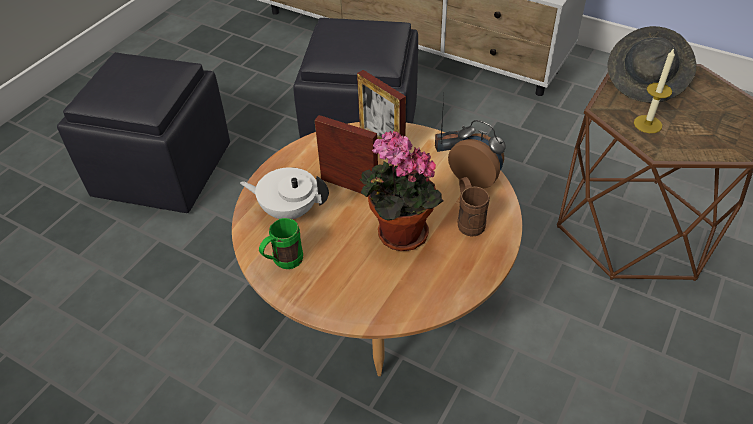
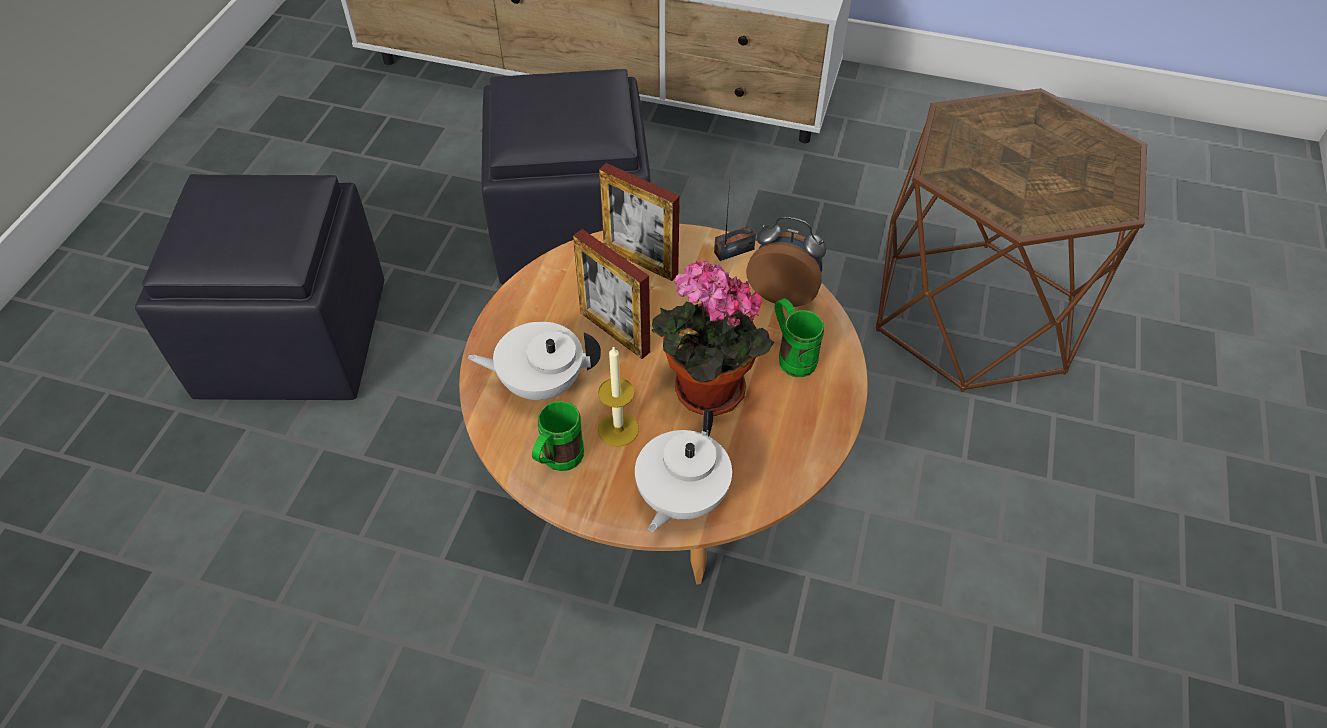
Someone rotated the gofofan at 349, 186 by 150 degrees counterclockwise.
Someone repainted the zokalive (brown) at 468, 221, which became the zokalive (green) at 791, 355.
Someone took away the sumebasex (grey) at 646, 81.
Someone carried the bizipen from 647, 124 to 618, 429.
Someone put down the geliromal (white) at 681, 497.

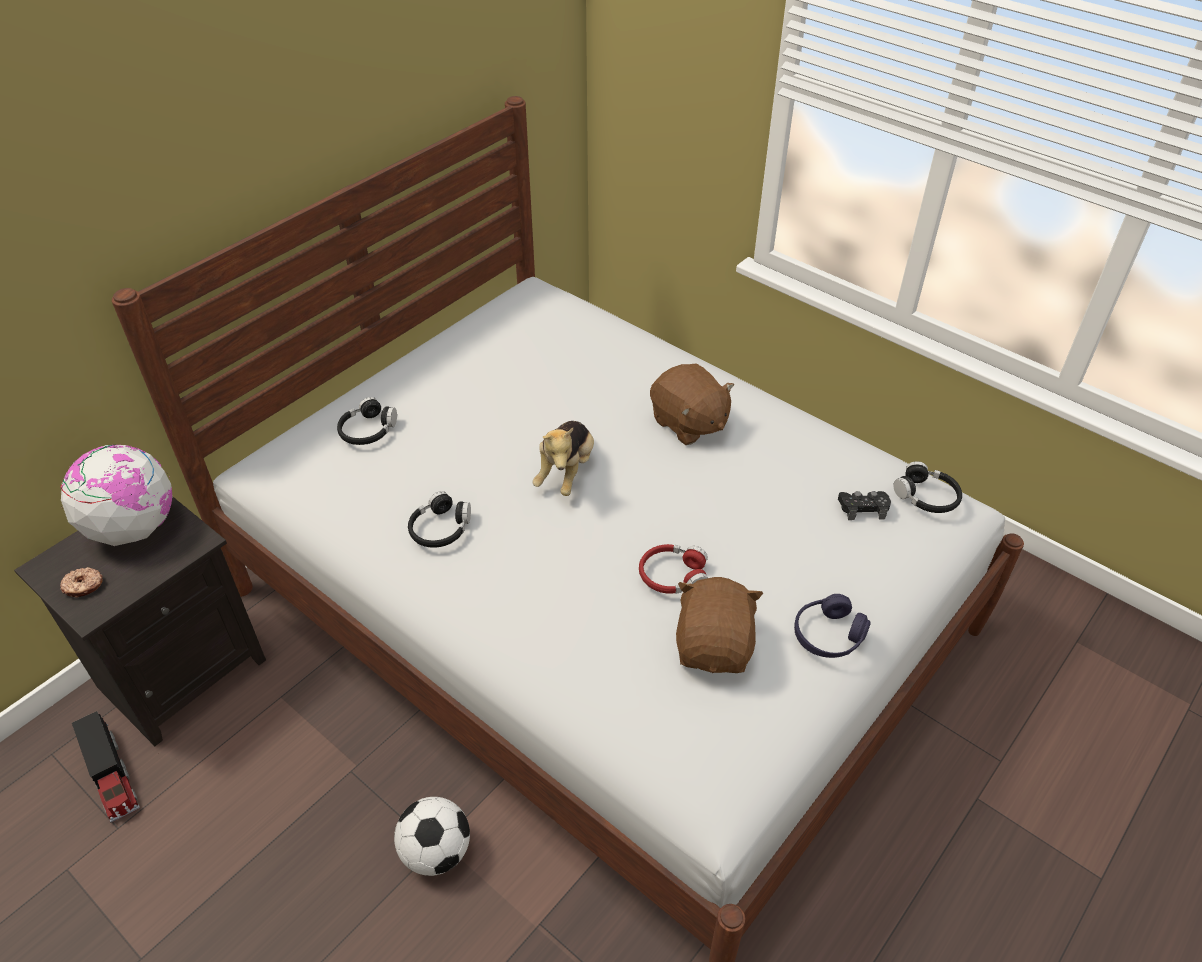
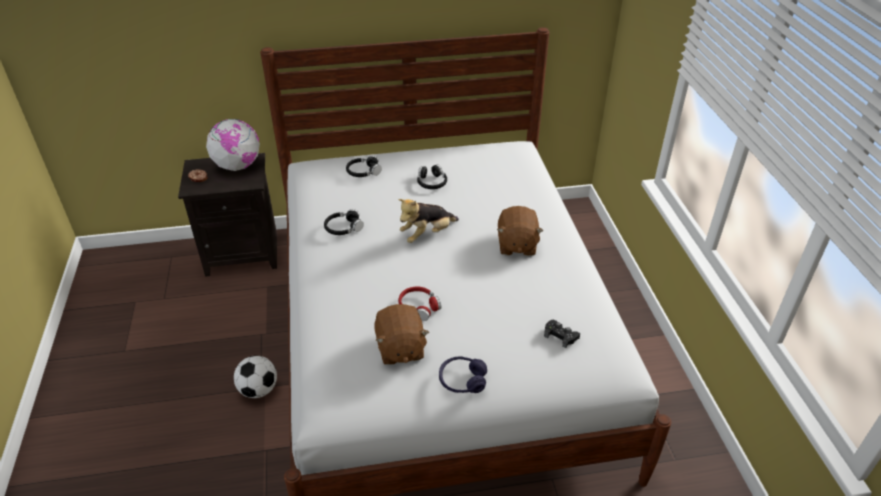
Someone took away the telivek at 112, 776.
Someone rotated the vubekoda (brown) at 714, 646 by 120 degrees clockwise.
Someone carried the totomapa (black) from 926, 496 to 431, 182.

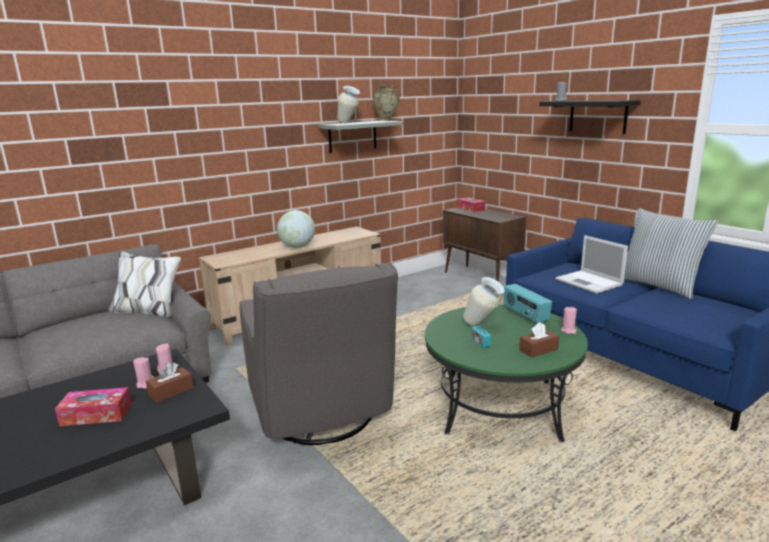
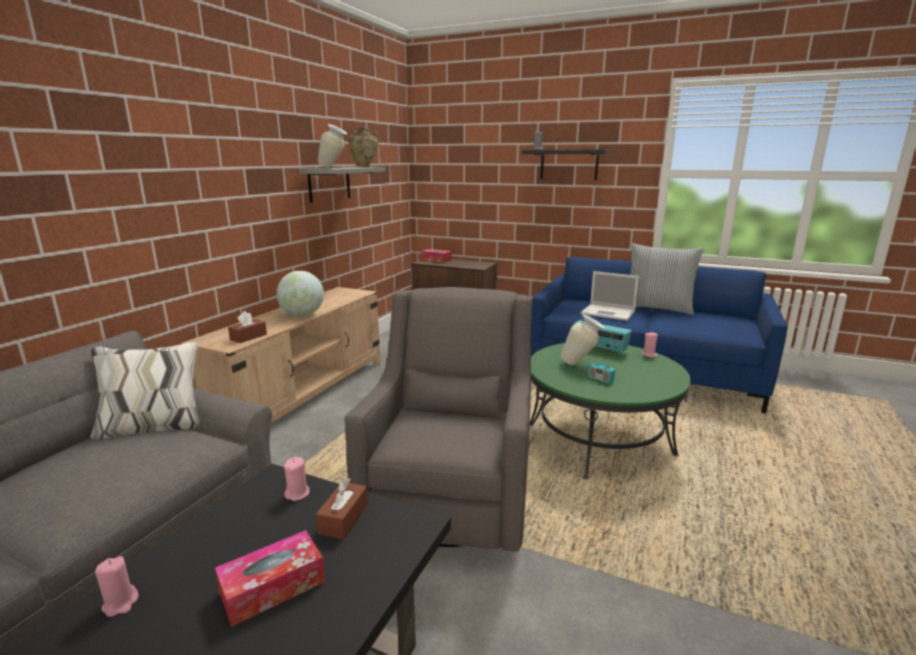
Someone carried the bizipen (pink) from 145, 384 to 120, 603.
Someone rotated the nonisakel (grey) at 322, 416 by 120 degrees counterclockwise.
Someone carried the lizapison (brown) from 538, 350 to 248, 337.

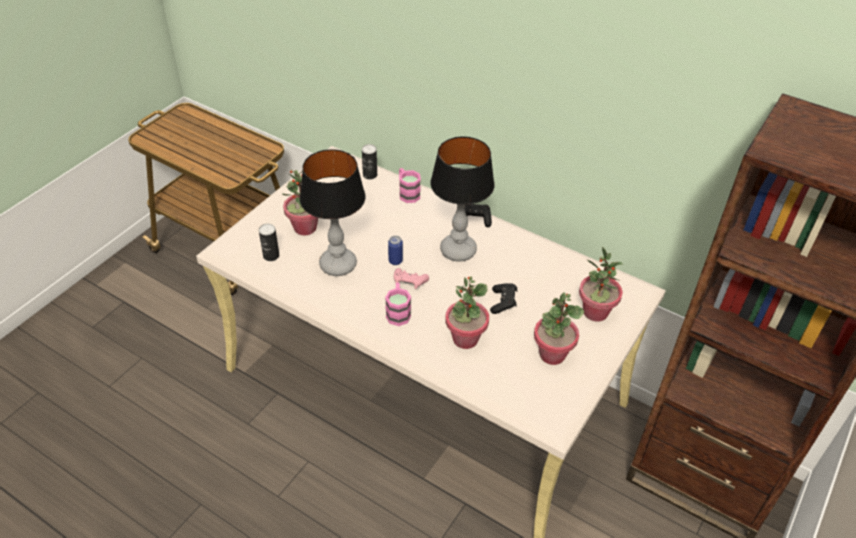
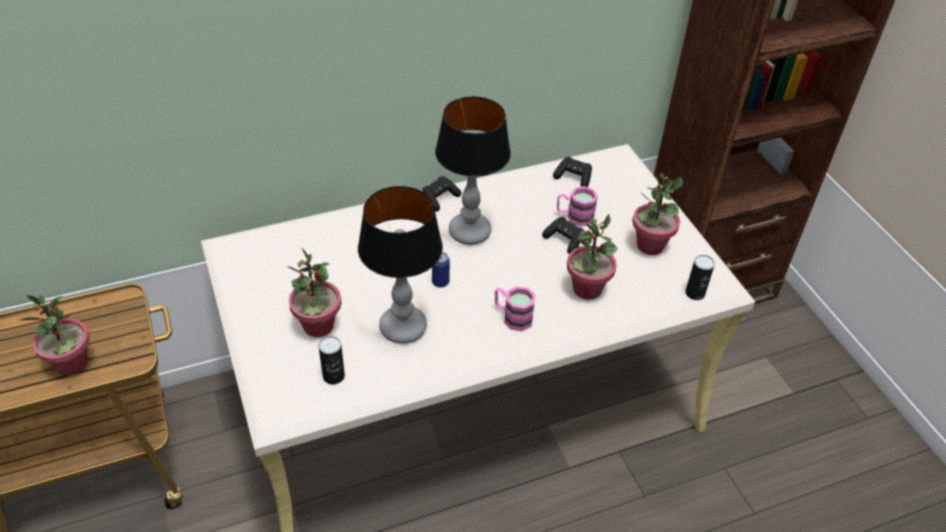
Someone carried the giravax from 370, 175 to 695, 293.
Someone took away the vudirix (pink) at 409, 283.
Someone carried the zokalive (pink) from 407, 193 to 574, 217.
Someone carried the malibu from 595, 312 to 72, 364.
Someone put down the vudirix (black) at 573, 178.

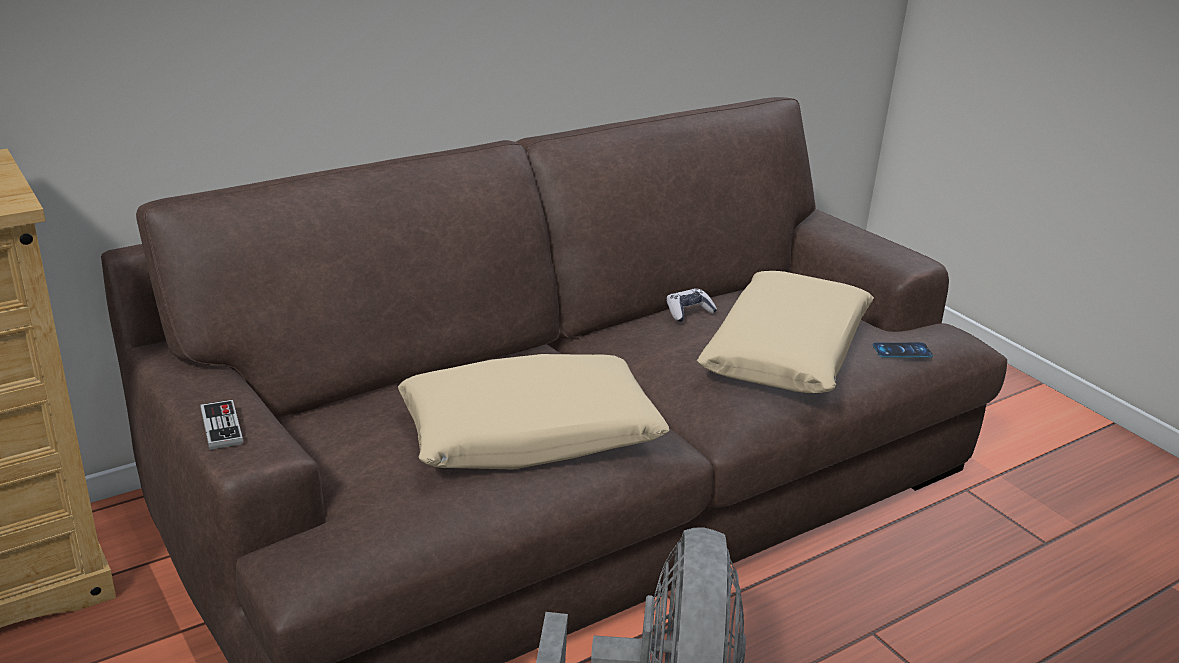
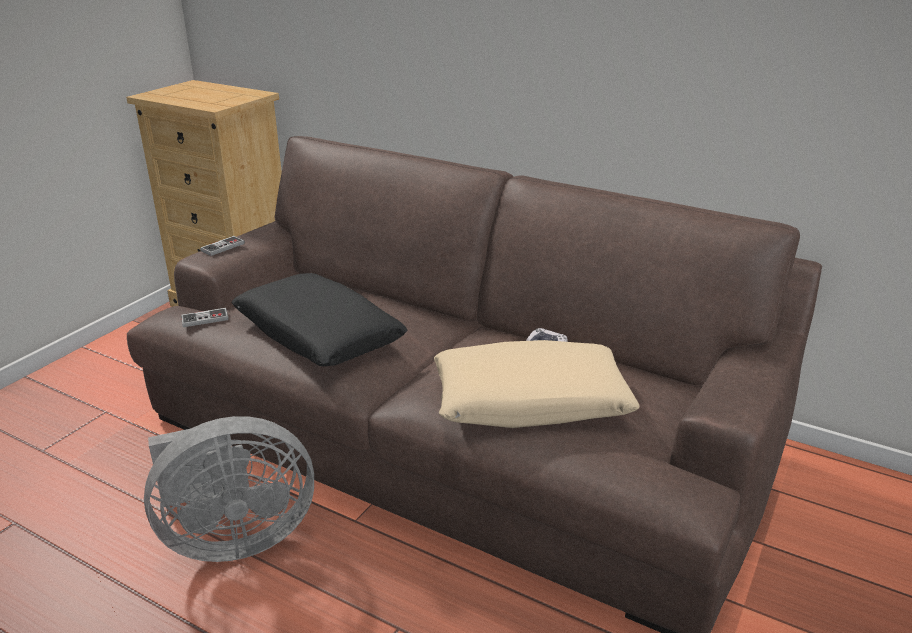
Someone repainted the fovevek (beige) at 529, 434, which became the fovevek (black) at 318, 334.
Someone took away the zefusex at 902, 350.
Someone put down the vudirix at 205, 319.

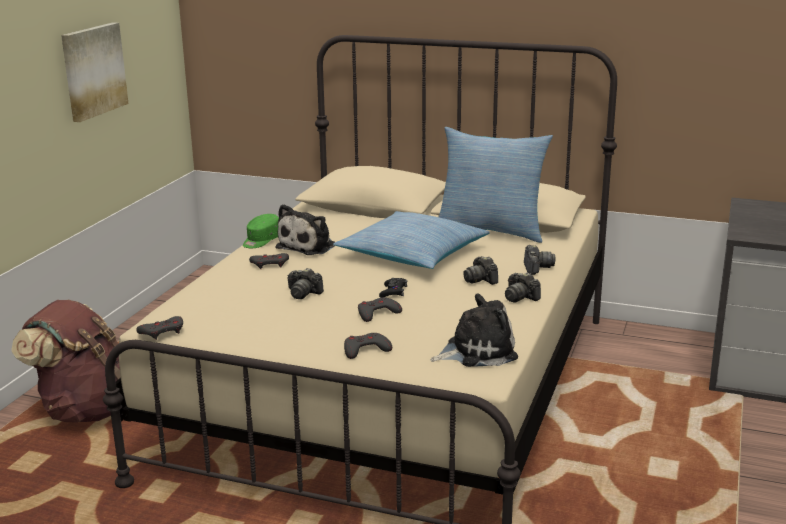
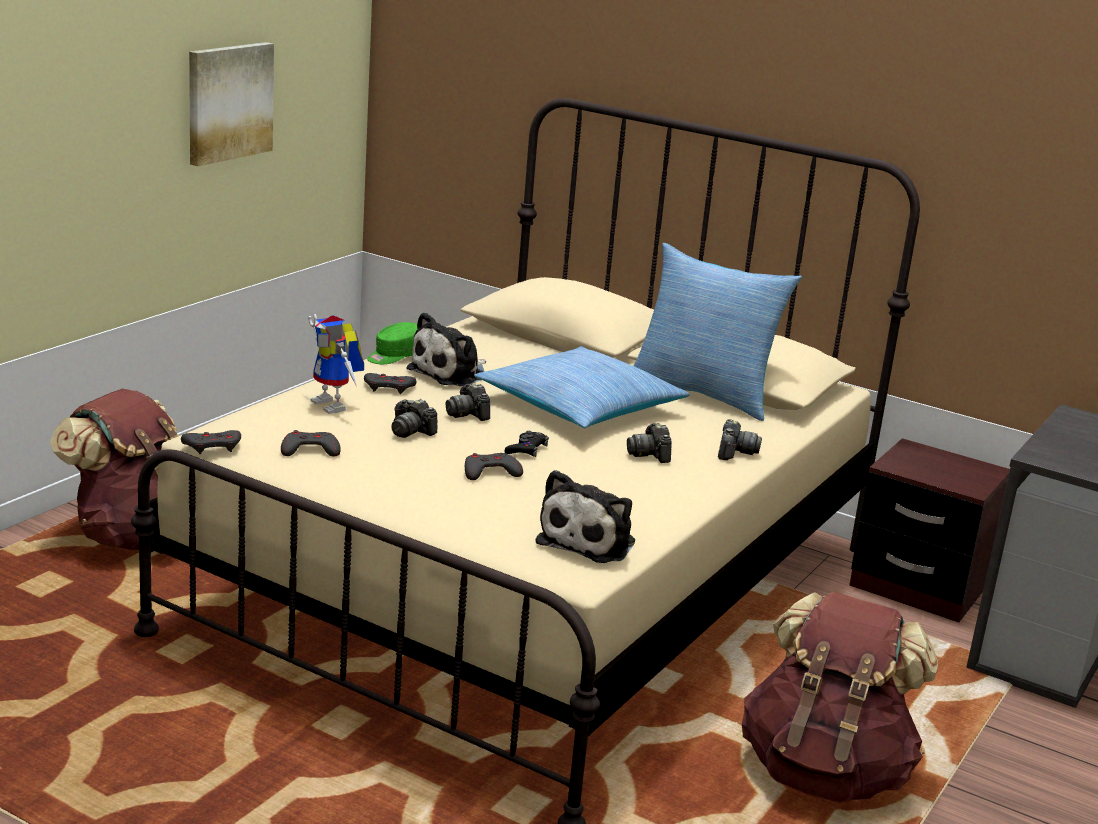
Someone carried the vudirix (grey) from 365, 350 to 310, 450.
Someone rotated the vubekoda at 477, 351 by 120 degrees clockwise.
Someone carried the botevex from 520, 297 to 468, 414.
Someone put down the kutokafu at 335, 405.
Someone put down the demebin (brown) at 825, 772.
Someone put down the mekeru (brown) at 917, 587.

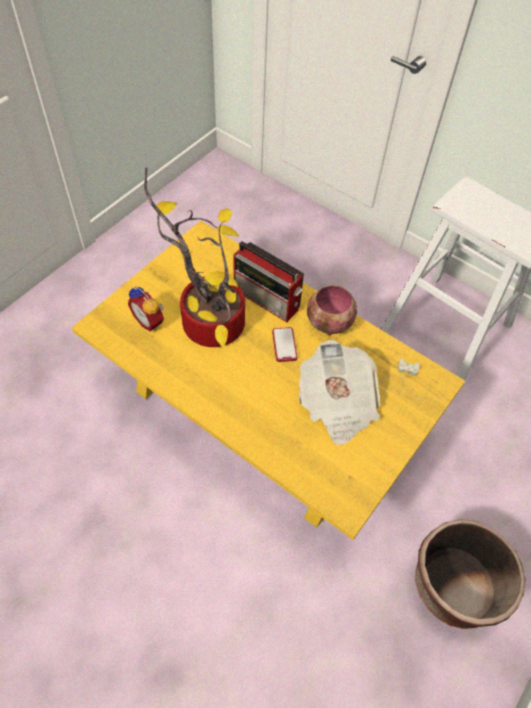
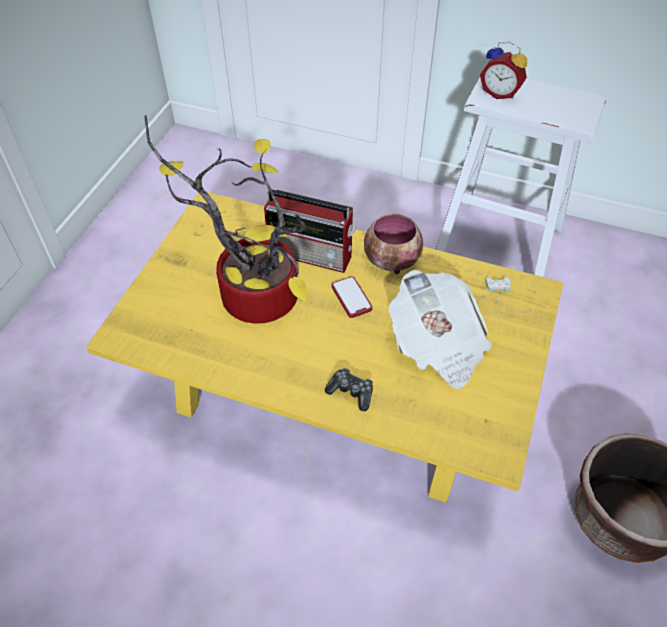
Someone carried the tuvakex from 150, 321 to 500, 93.
Someone put down the vudirix at 351, 392.

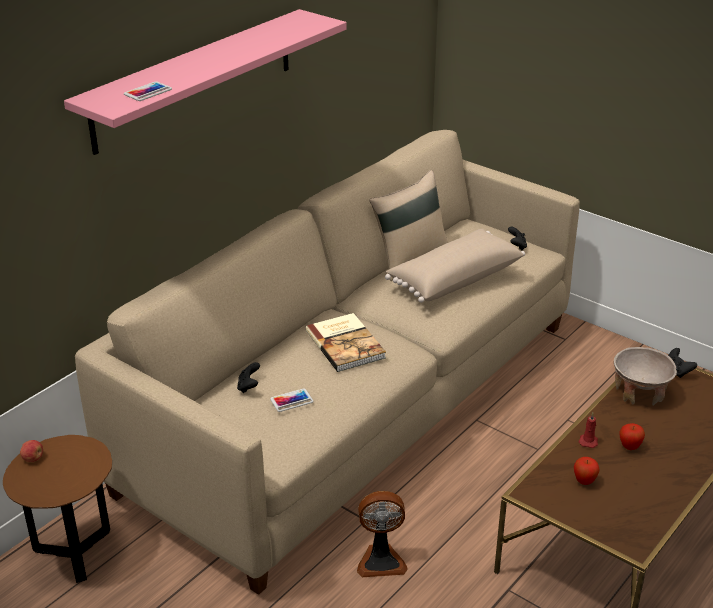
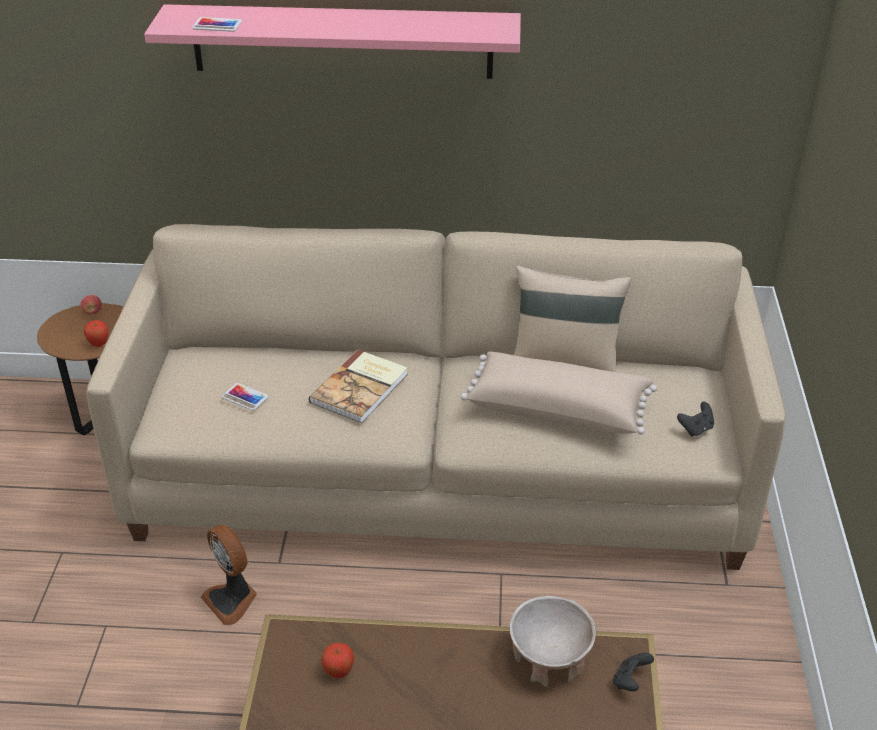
Someone took away the vudirix (black) at 249, 387.
Someone took away the bizipen (red) at 588, 441.
Someone carried the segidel from 629, 447 to 99, 344.

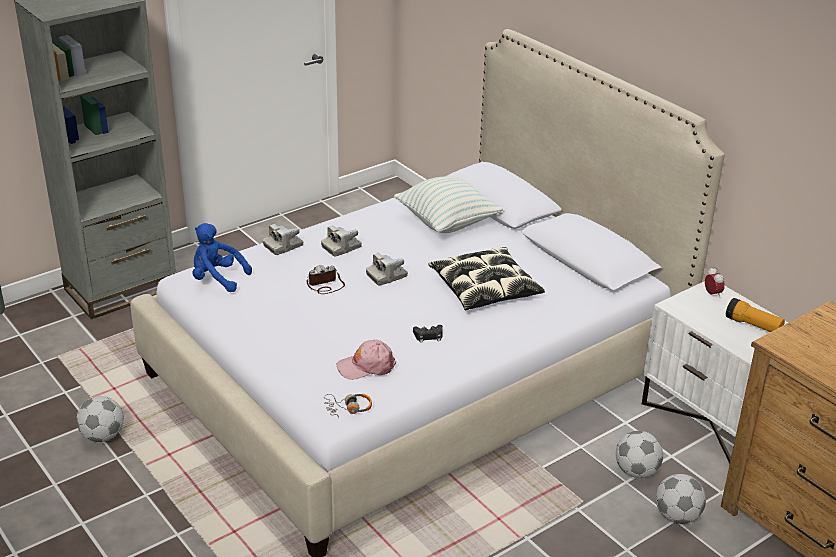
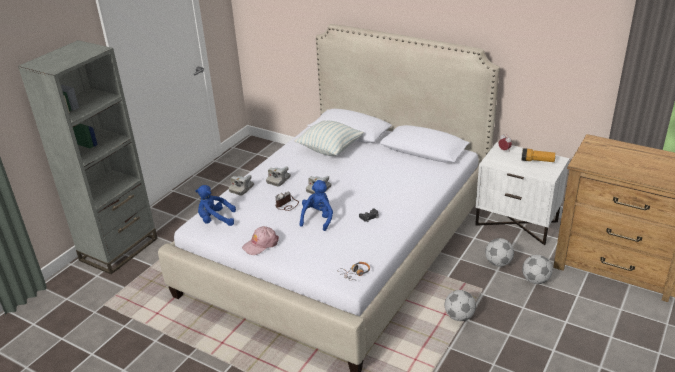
Someone carried the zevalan from 102, 436 to 459, 316.
Someone carried the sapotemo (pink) from 366, 366 to 260, 244.
Someone took away the fovevek at 485, 289.
Someone put down the vubekoda (blue) at 318, 218.

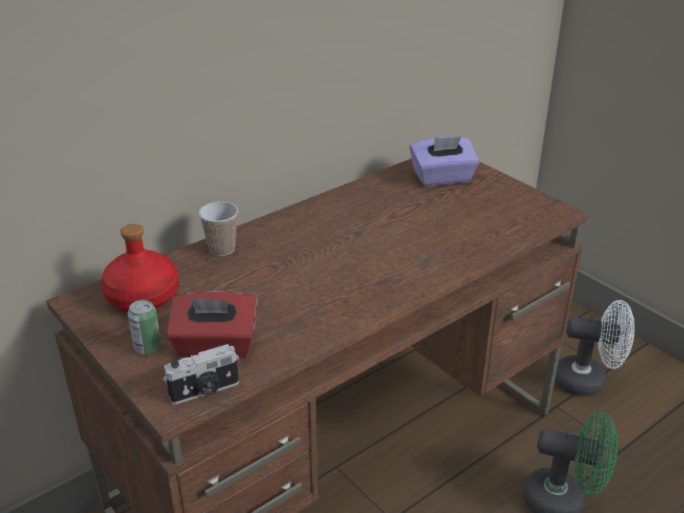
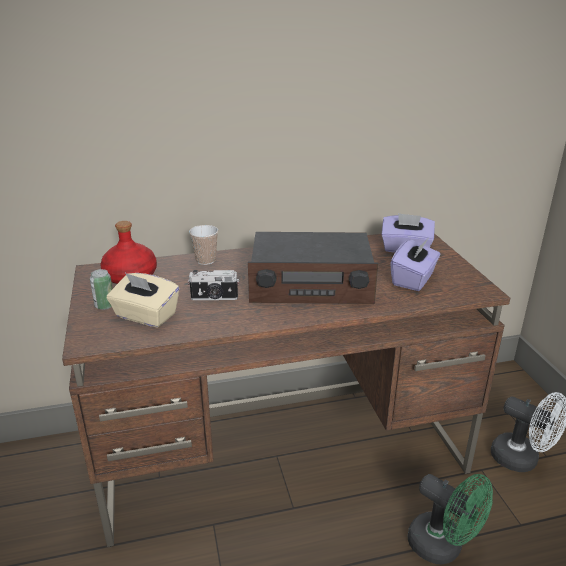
Someone carried the botevex from 205, 391 to 214, 298.
Someone repainted the lizapison (red) at 215, 346, which became the lizapison (beige) at 145, 316.
Someone put down the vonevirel at 310, 284.
Someone put down the lizapison (purple) at 413, 279.

